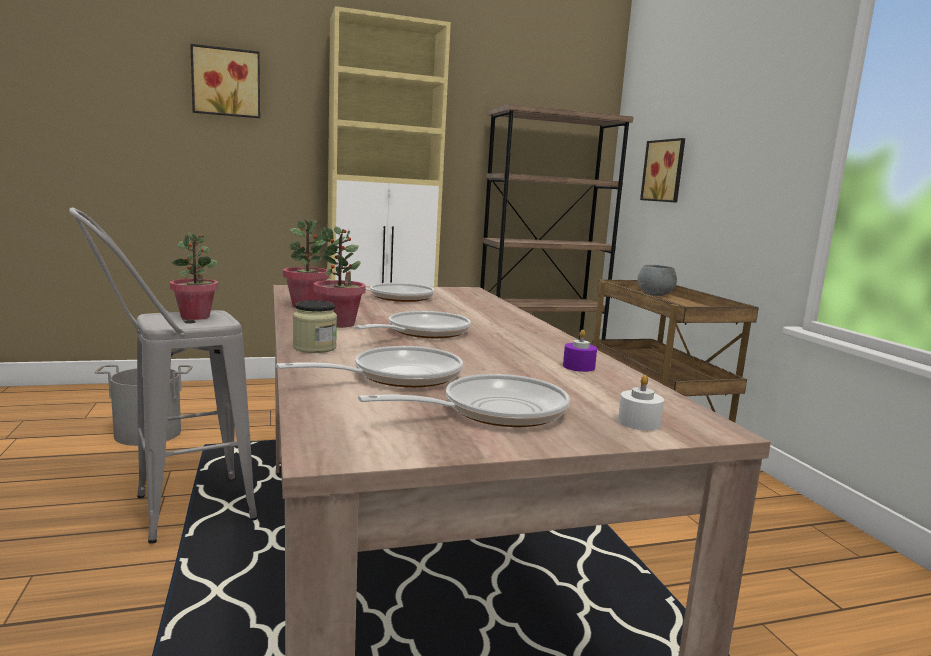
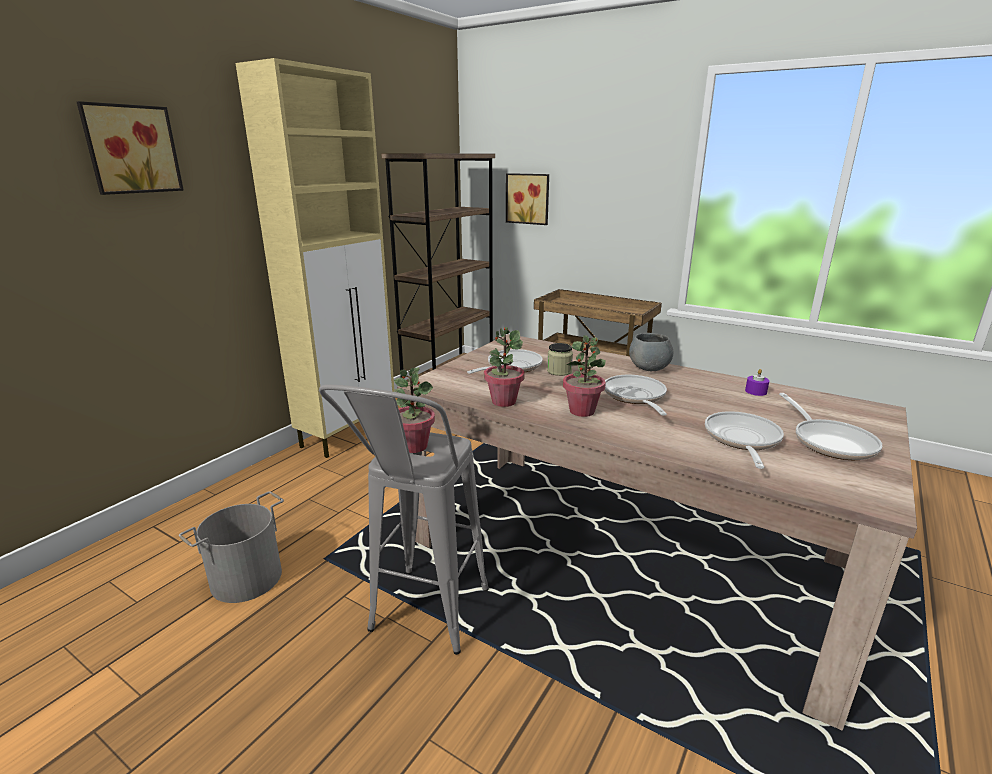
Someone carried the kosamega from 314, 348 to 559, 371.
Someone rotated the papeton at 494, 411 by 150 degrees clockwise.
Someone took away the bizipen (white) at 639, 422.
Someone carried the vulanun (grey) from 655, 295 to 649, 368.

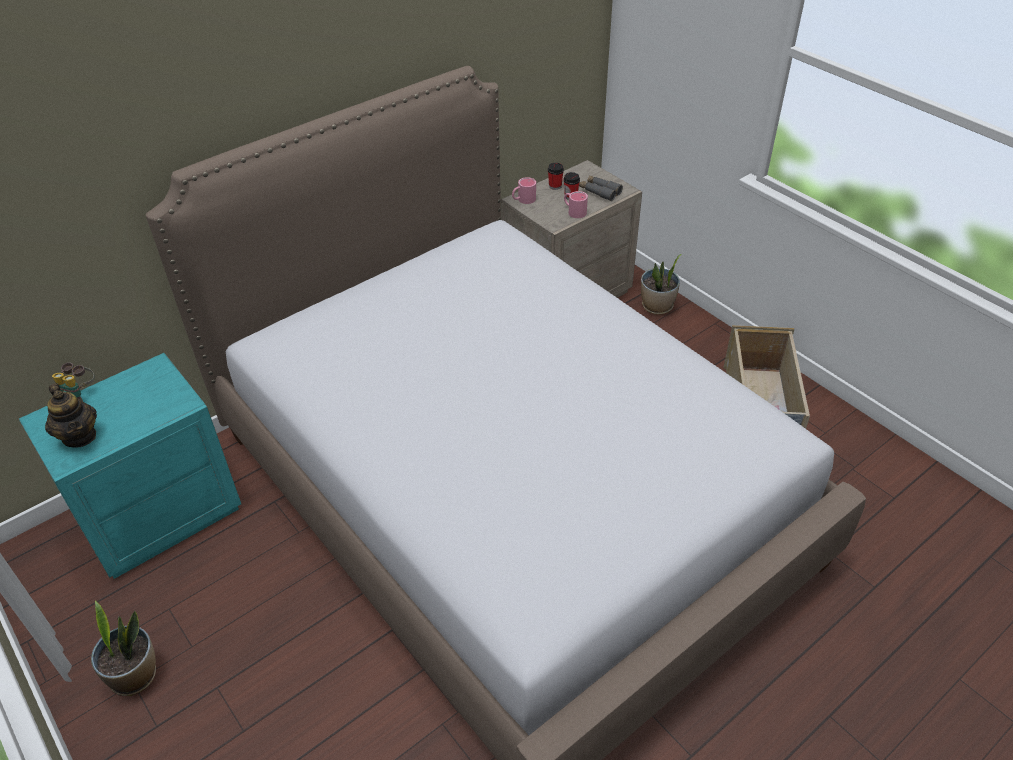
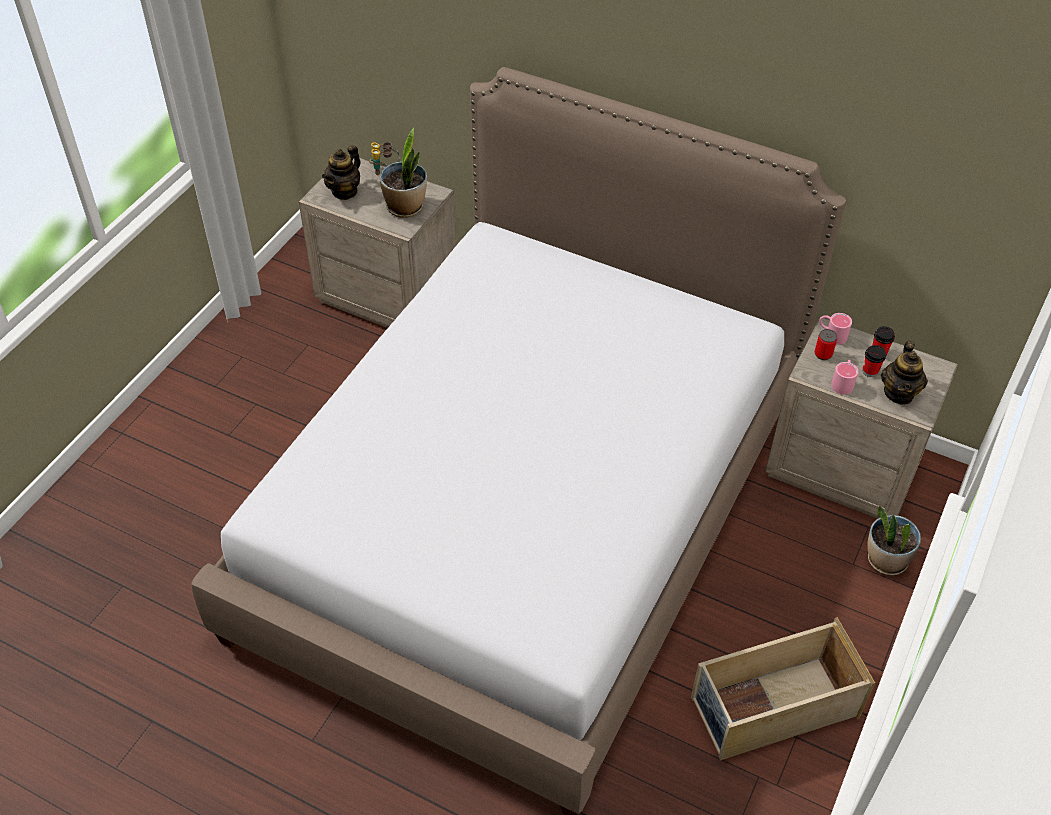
Someone repainted the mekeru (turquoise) at 160, 514, which became the mekeru (beige) at 388, 296.
Someone carried the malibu from 135, 675 to 405, 207.
Someone swapped the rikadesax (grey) at 599, 191 for the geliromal at 899, 393.
Someone put down the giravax at 823, 354.

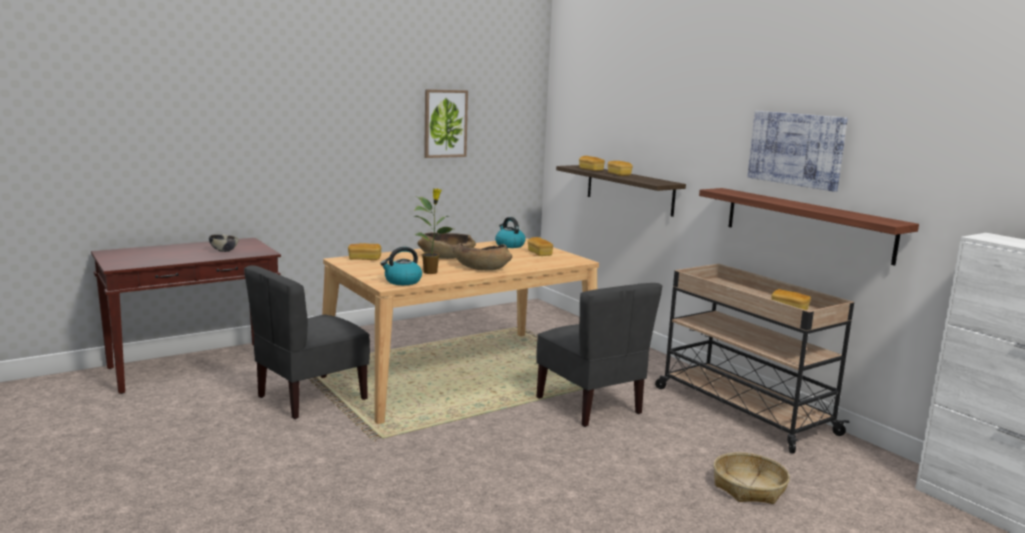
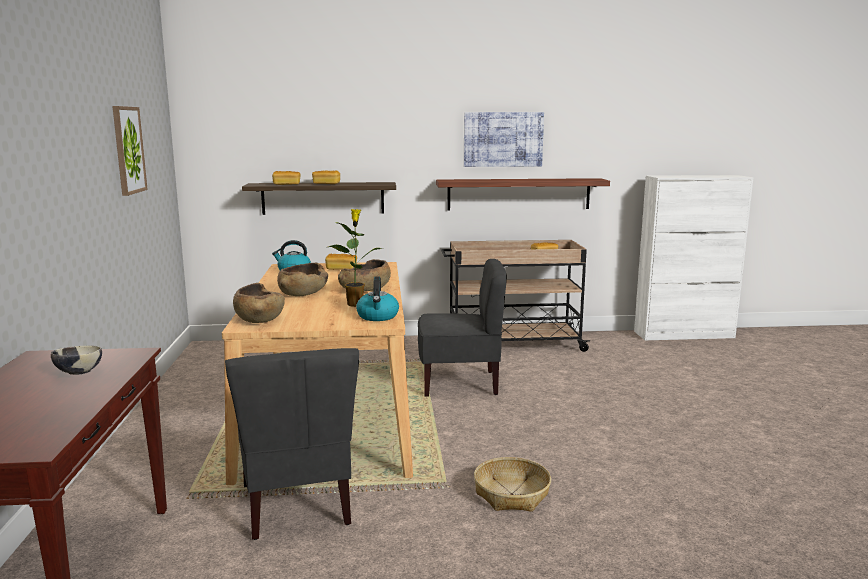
Someone swapped the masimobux at 364, 259 for the vulanun (brown) at 259, 318.
Someone carried the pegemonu from 749, 487 to 511, 494.

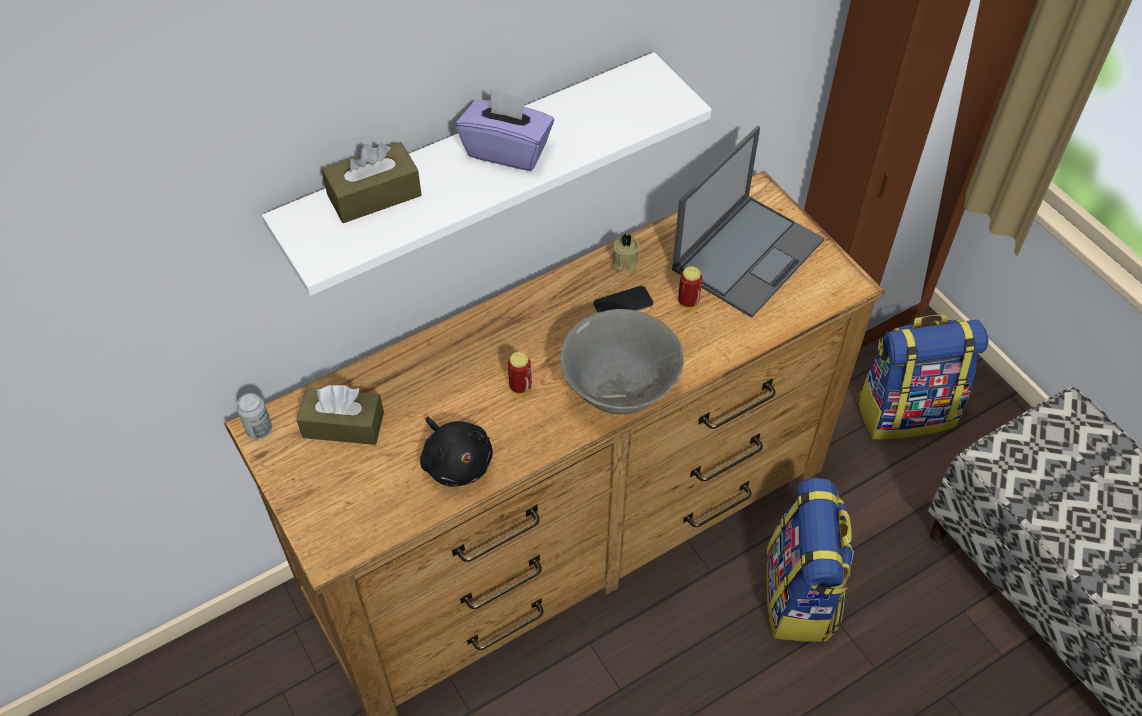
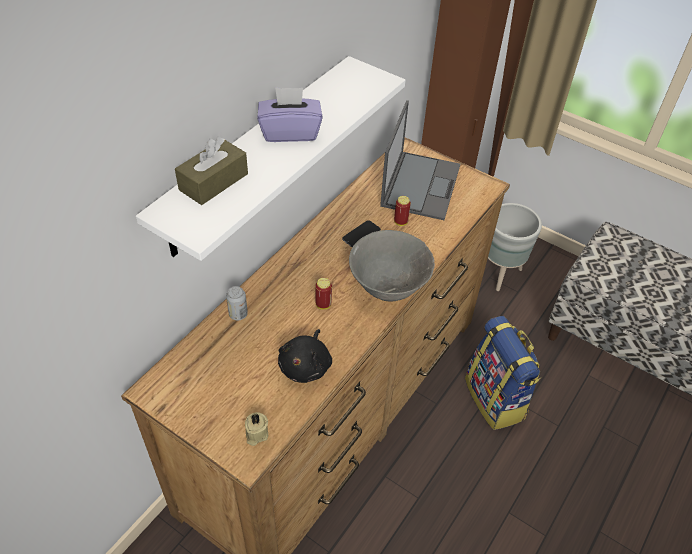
Someone carried the giravax from 259, 429 to 238, 314.
Someone took away the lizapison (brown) at 343, 425.
Someone rotated the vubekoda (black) at 456, 461 by 75 degrees clockwise.
Someone carried the bizipen (beige) from 623, 261 to 256, 434.
Someone swapped the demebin at 905, 411 for the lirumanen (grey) at 500, 273.

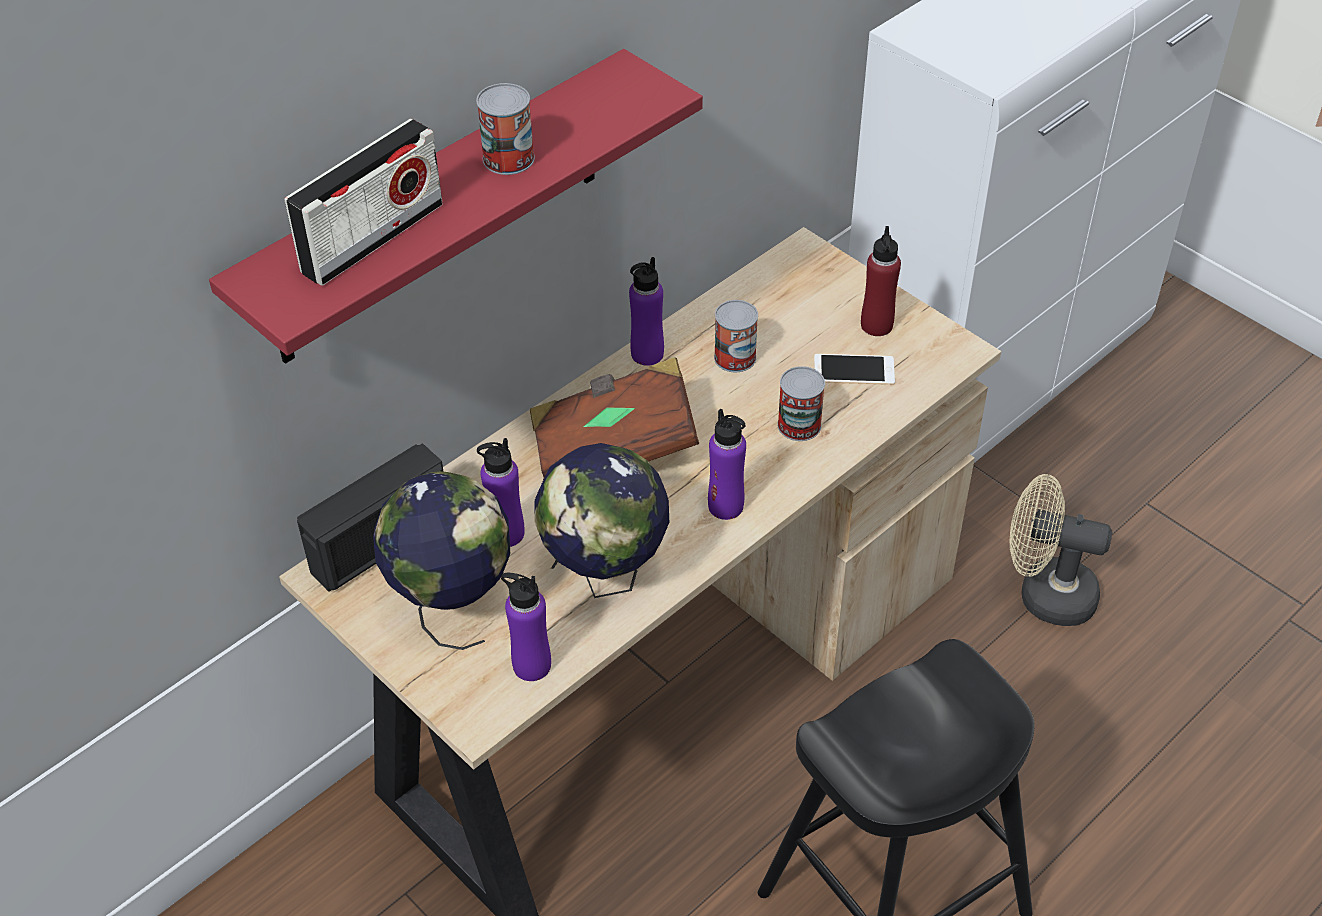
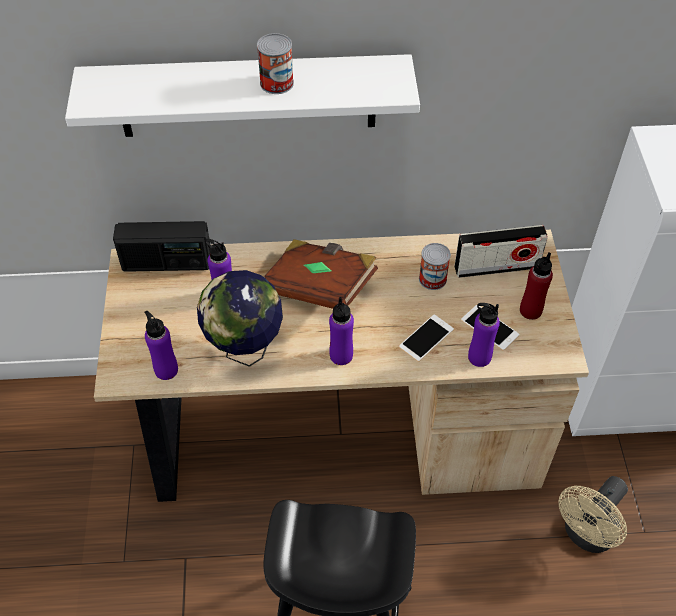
Someone repainted the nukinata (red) at 438, 211, which became the nukinata (white) at 247, 96.
Someone carried the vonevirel from 372, 238 to 496, 267.
Someone took away the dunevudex at 452, 605.
Someone carried the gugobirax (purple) from 647, 354 to 479, 357.
Someone swapped the giravax at 799, 425 for the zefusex at 426, 338.
Someone rotated the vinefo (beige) at 1044, 594 by 105 degrees counterclockwise.

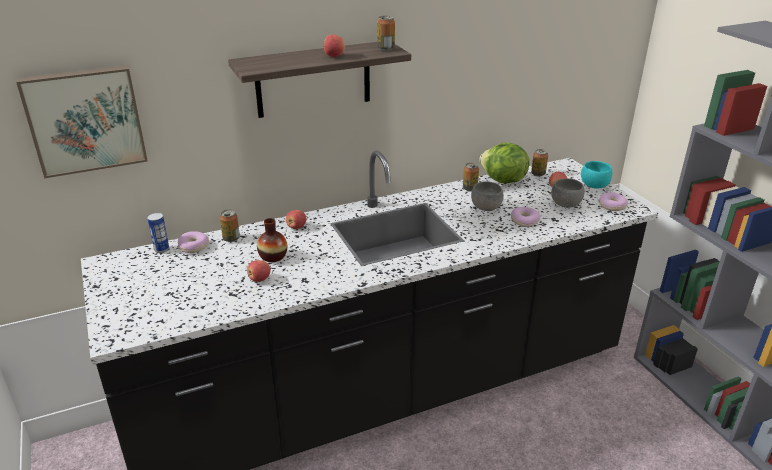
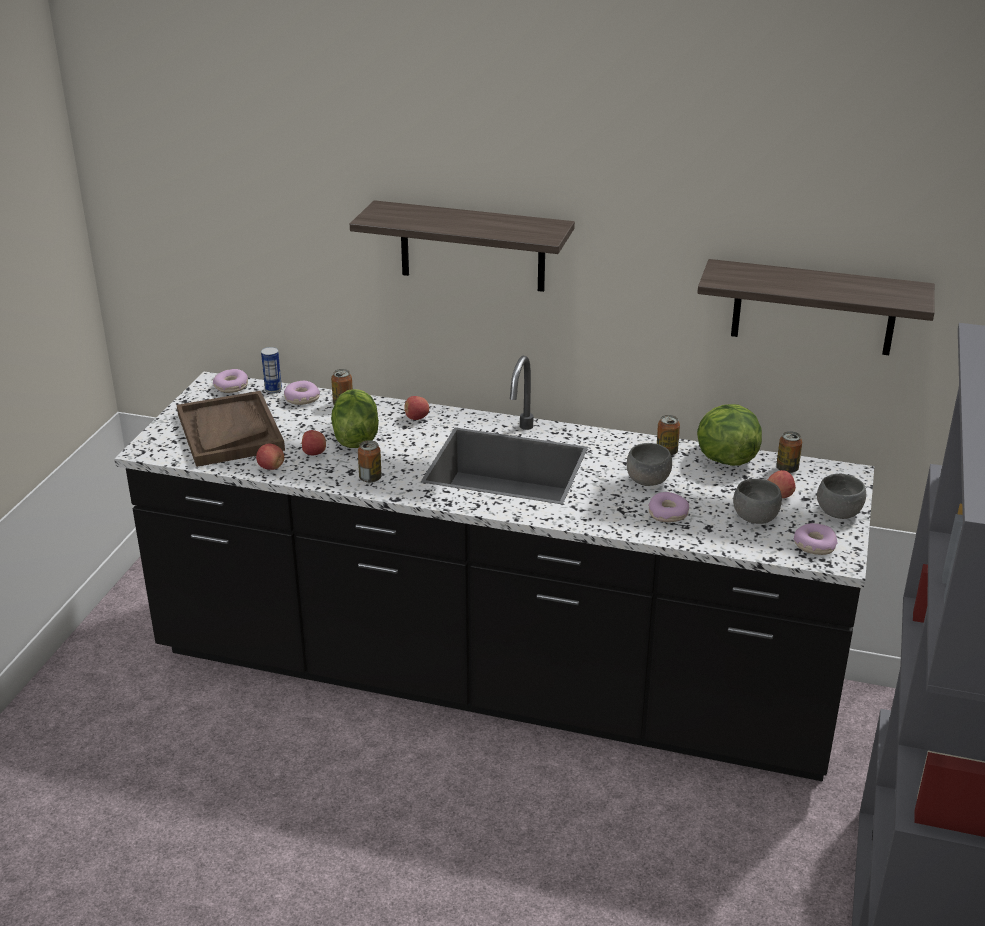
Someone took away the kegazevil at 85, 120.
Someone swapped the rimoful at 273, 256 for the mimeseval at 355, 437.
Someone carried the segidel from 334, 56 to 271, 467.
Someone carried the giravax from 385, 49 to 370, 478.
Someone repainted the vulanun (turquoise) at 594, 185, which became the vulanun (grey) at 838, 512.
Someone put down the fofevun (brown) at 229, 431.
Someone put down the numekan at 231, 387.
Someone put up the nukinata at 814, 308.

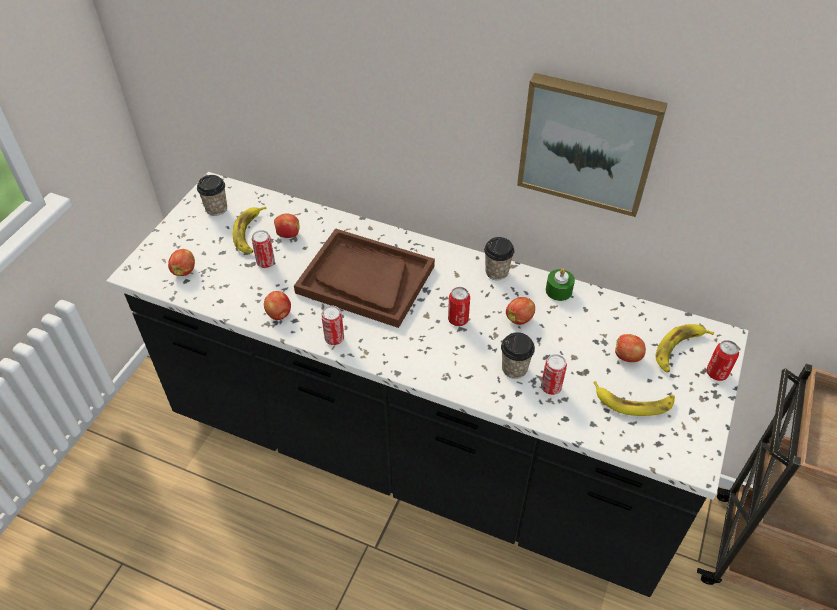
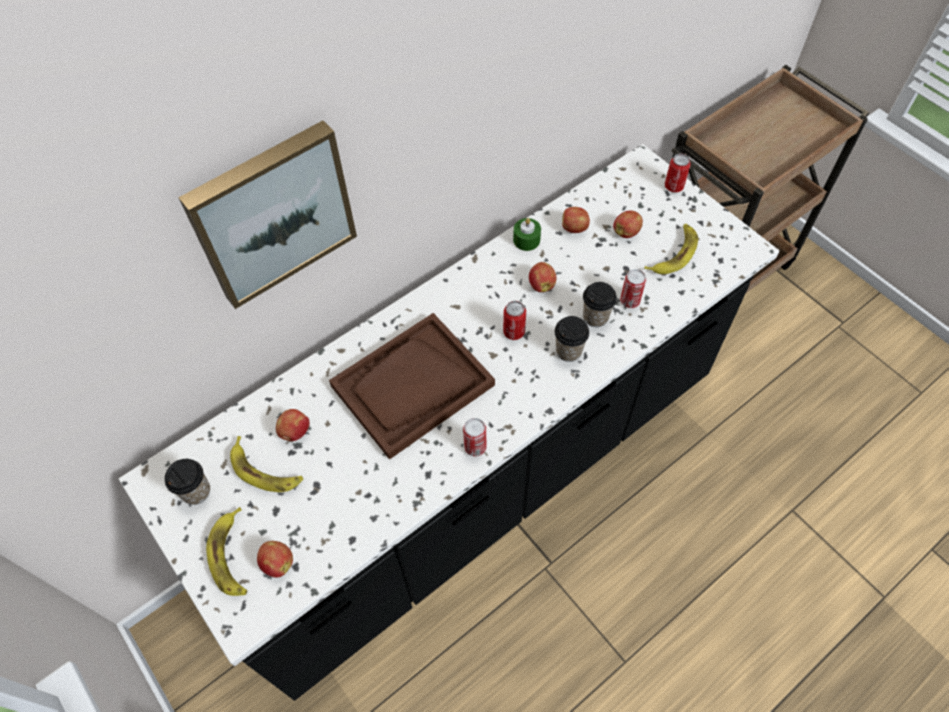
Someone took away the giravax at 266, 262.
Someone carried the segidel from 279, 314 to 574, 228.
Someone carried the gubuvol from 496, 272 to 568, 351.
Someone carried the kegazevil from 588, 142 to 272, 213.
Someone carried the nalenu from 679, 350 to 232, 556.

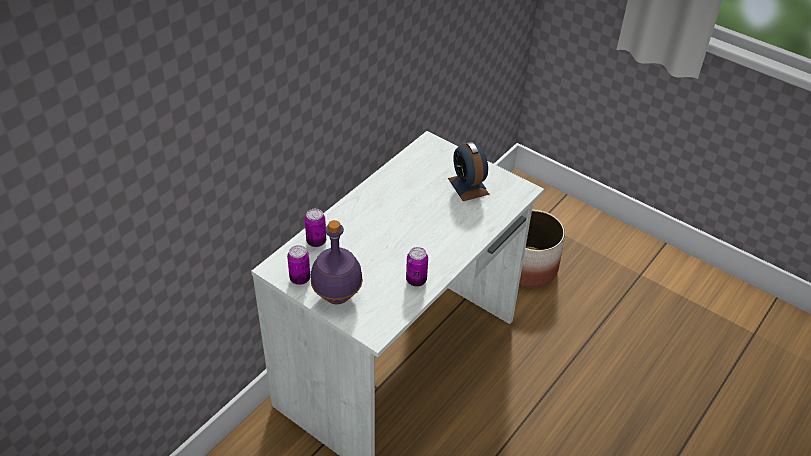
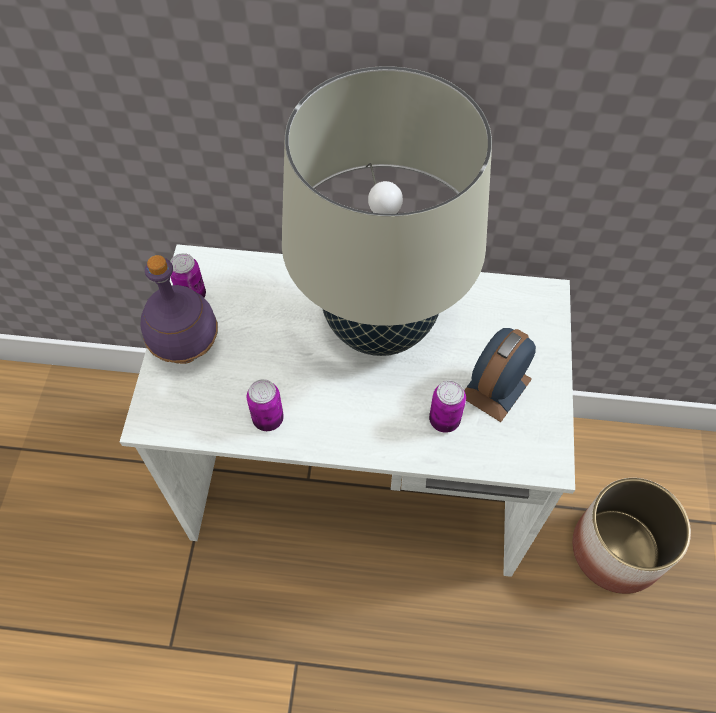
Someone carried the giravax from 316, 241 to 444, 420.
Someone put down the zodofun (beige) at 379, 323.

